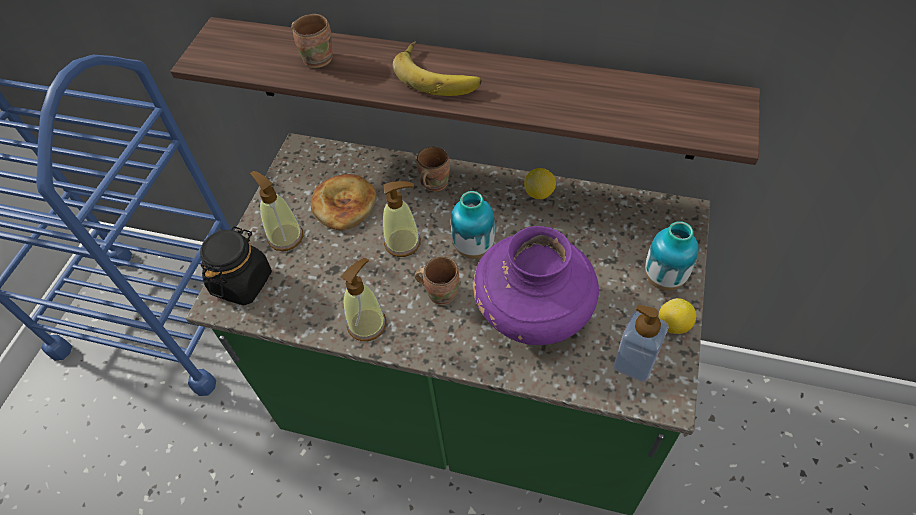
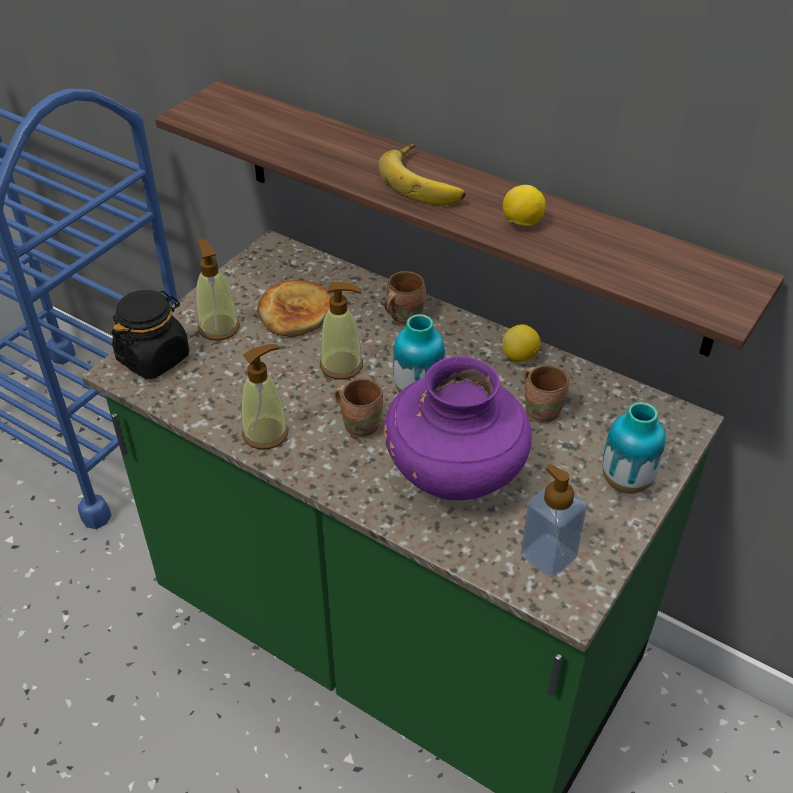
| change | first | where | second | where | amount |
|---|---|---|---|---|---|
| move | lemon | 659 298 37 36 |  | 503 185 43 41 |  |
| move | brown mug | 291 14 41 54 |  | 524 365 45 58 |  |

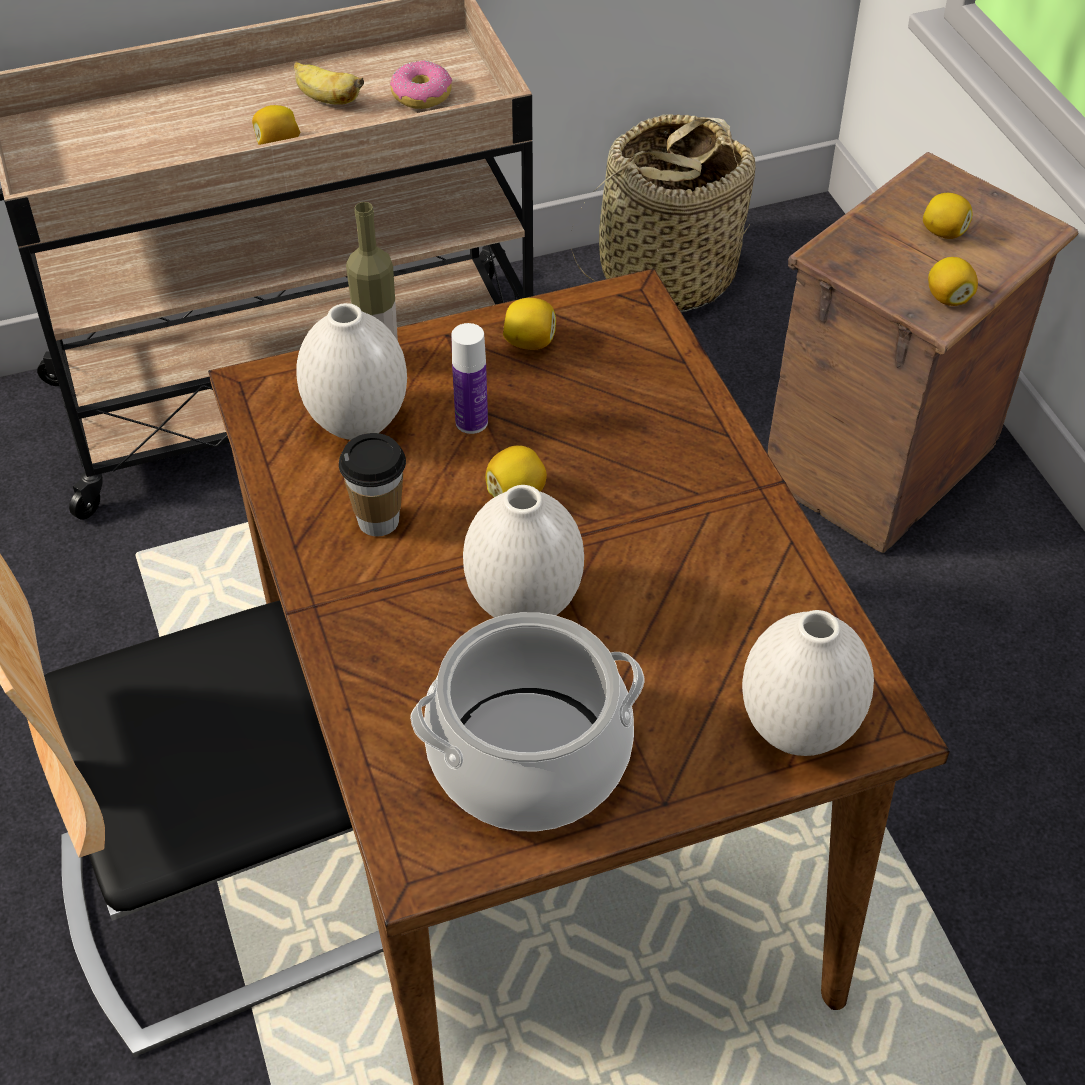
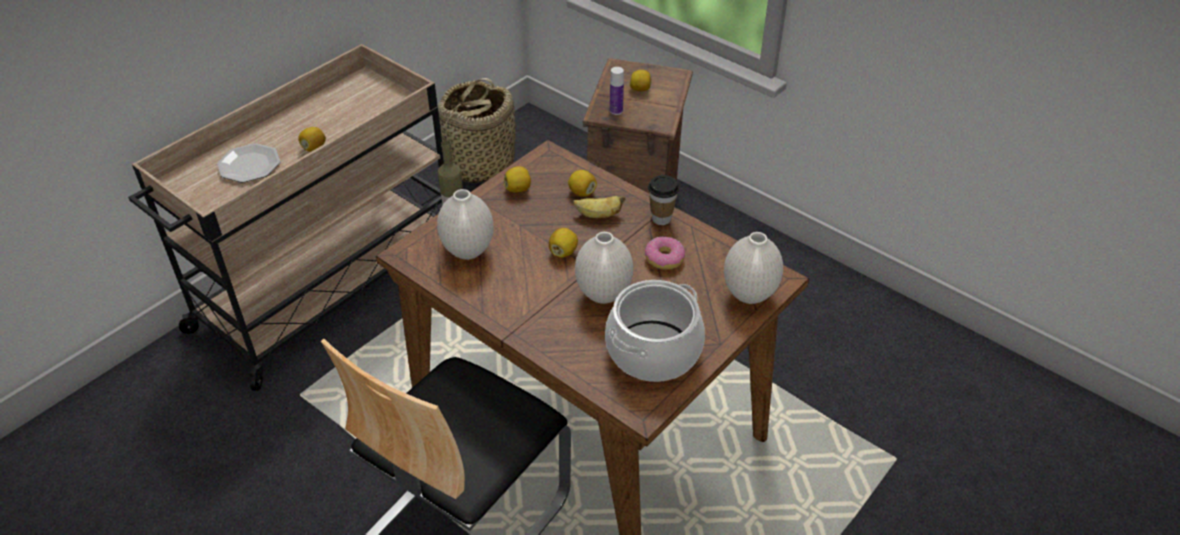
| change | first | where | second | where | amount |
|---|---|---|---|---|---|
| insert |  |  | plate | 217 143 64 40 |  |
| move | lemon | 928 257 50 49 |  | 568 170 29 27 |  |
| move | banana | 294 62 70 43 |  | 573 196 52 22 |  |
| move | bottle | 451 323 37 111 |  | 610 67 14 48 |  |
| move | donut | 390 60 62 49 |  | 645 237 41 33 |  |
| move | cup | 339 433 67 103 |  | 648 175 31 50 |  |

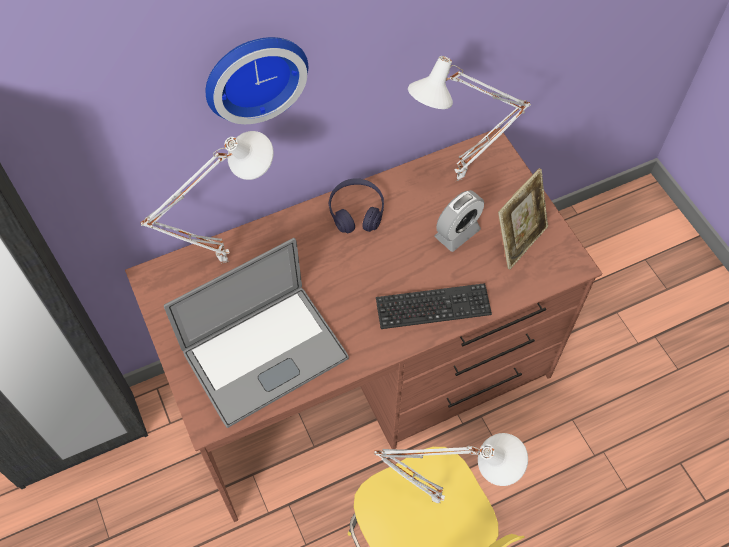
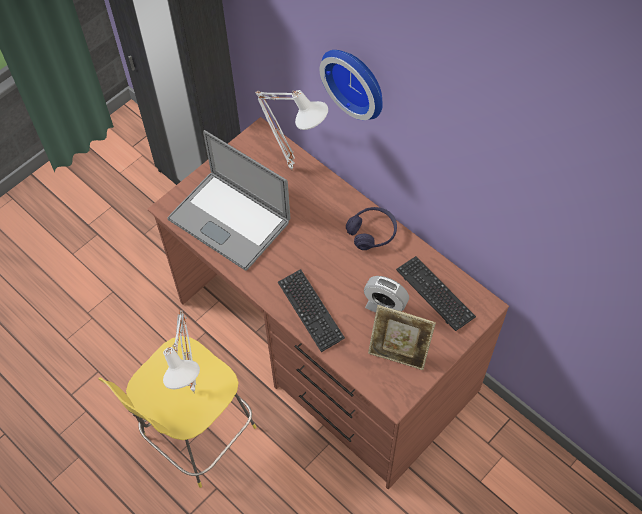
| change | first | where | second | where | amount |
|---|---|---|---|---|---|
| replace | white table lamp | 408 56 123 125 | keyboard | 396 256 80 75 |  |

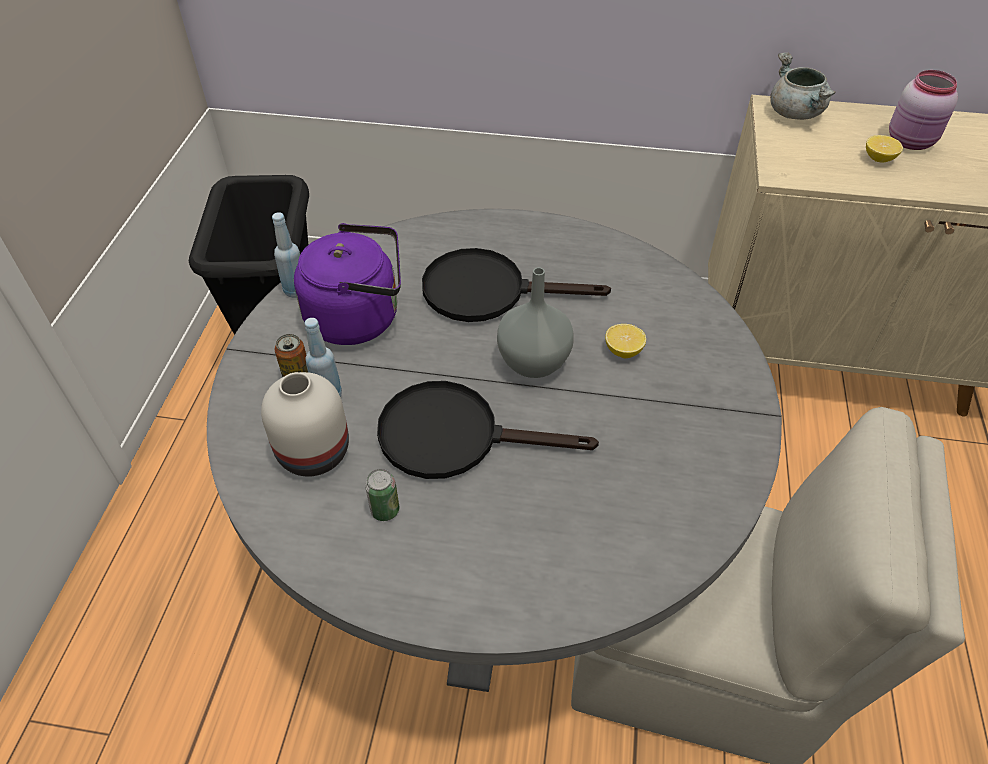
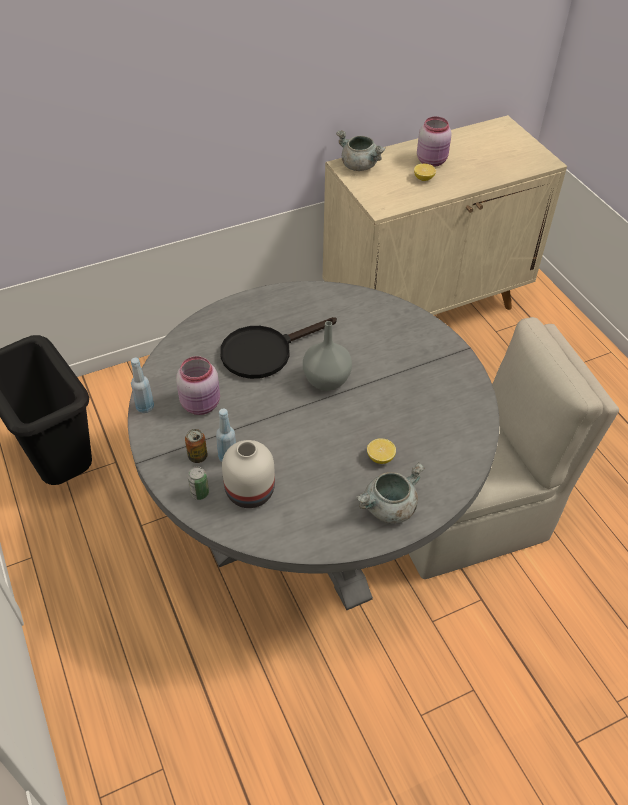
| change | first | where | second | where | amount |
|---|---|---|---|---|---|
| replace | purple kettle | 294 223 107 122 | pink jar | 176 356 44 59 |  |
| move | can | 365 469 34 52 |  | 188 467 21 33 |  |
| insert |  |  | grey cooking pot | 356 462 69 62 |  |
| move | lemon | 605 324 41 34 |  | 367 438 29 26 |  |
| delete | black frying pan | 377 381 222 98 |  |  |  |

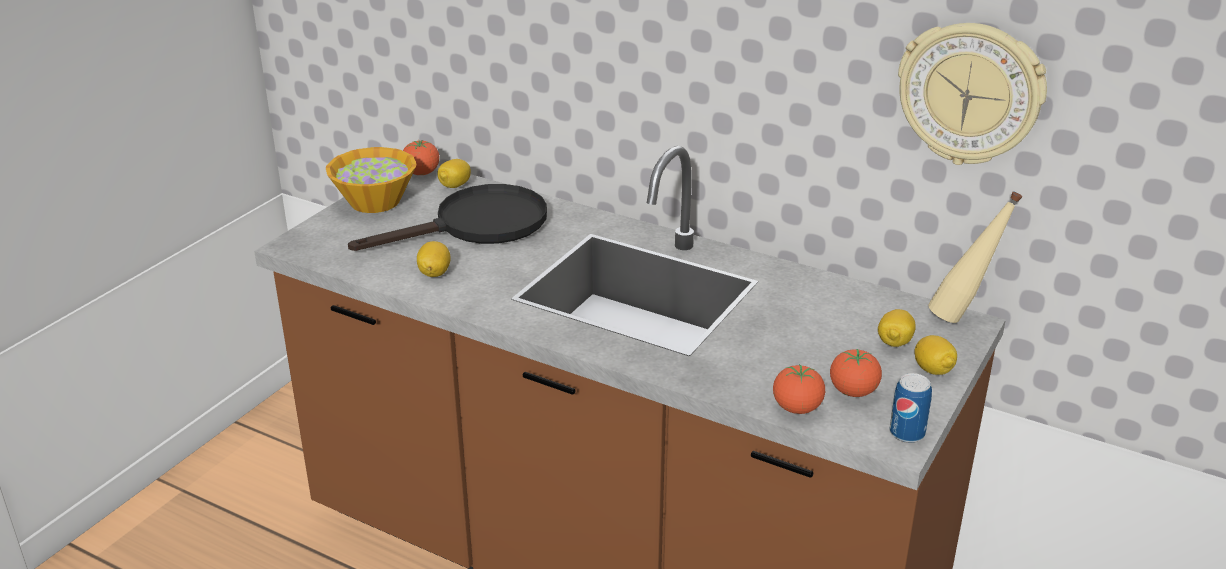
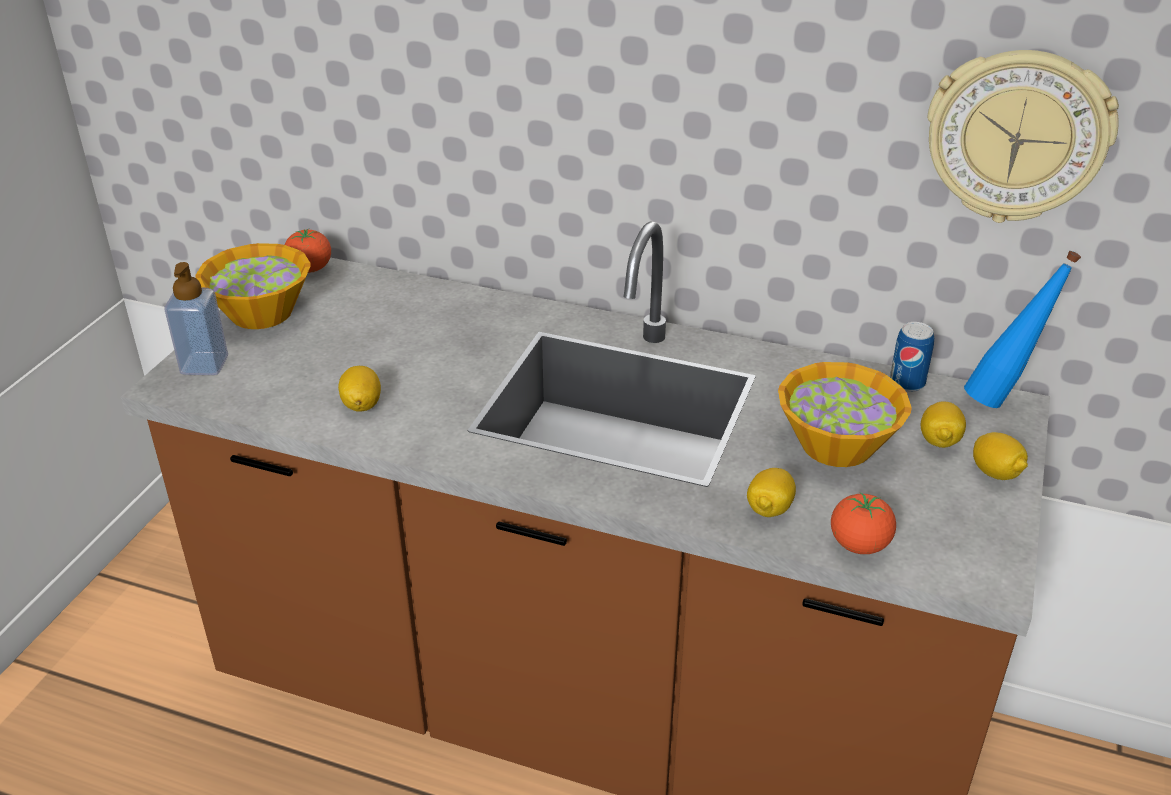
| change | first | where | second | where | amount |
|---|---|---|---|---|---|
| insert |  |  | soap dispenser | 164 262 64 113 |  |
| move | lemon | 437 159 34 29 |  | 747 468 49 49 |  |
| insert |  |  | bowl | 778 362 134 105 |  |
| move | can | 890 373 42 70 |  | 890 322 44 70 |  |
| recolor | beige bottle | 928 192 94 131 | blue bottle | 964 251 117 157 |  |
| delete | black frying pan | 348 184 199 67 |  |  |  |
| delete | tomato | 830 349 52 48 |  |  |  |

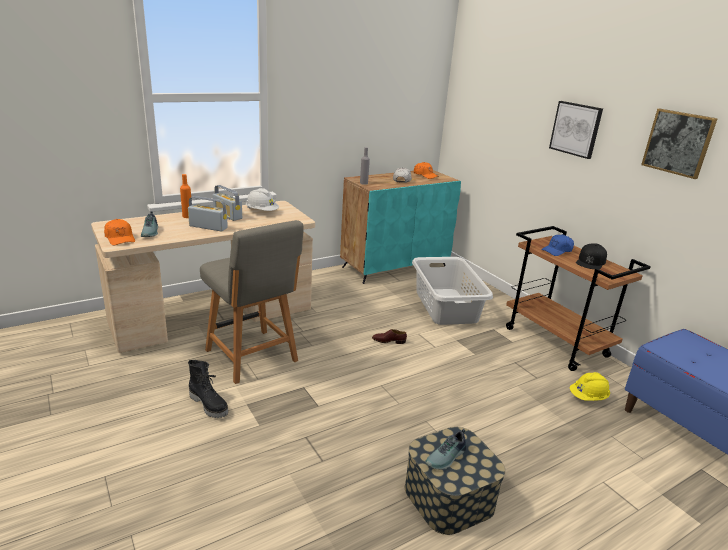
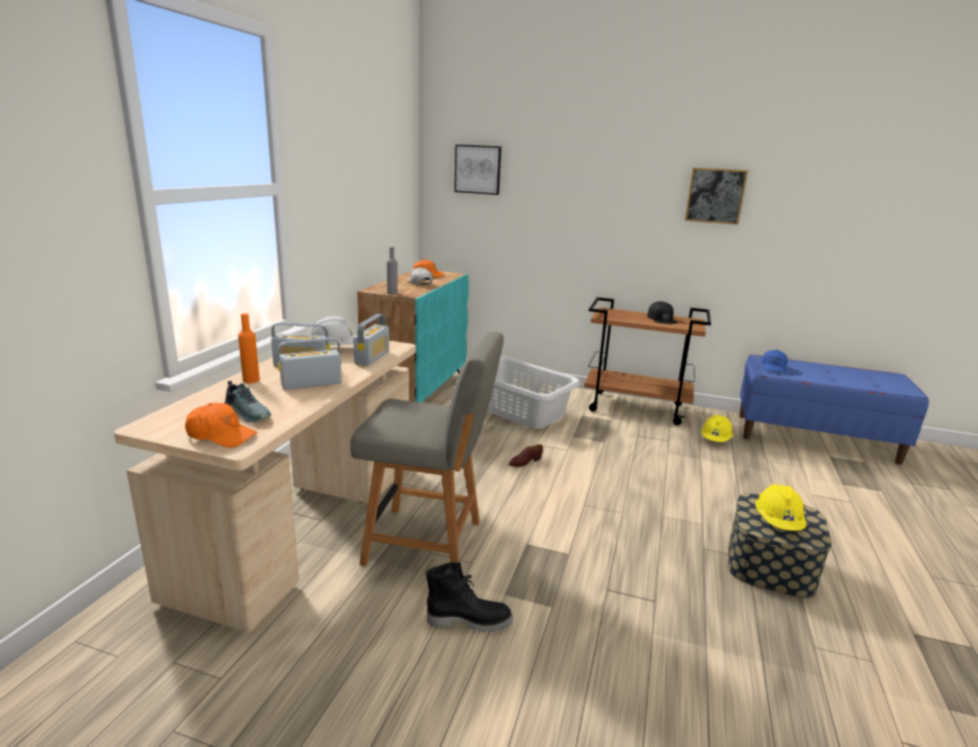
| change | first | where | second | where | amount |
|---|---|---|---|---|---|
| insert |  |  | radio | 353 314 36 52 |  |
| move | picture | 549 101 54 58 |  | 454 145 47 50 |  |
| replace | shoe | 425 429 41 41 | yellow hard hat | 755 484 51 47 |  |
| move | blue cap | 541 235 33 21 |  | 761 350 27 24 |  |

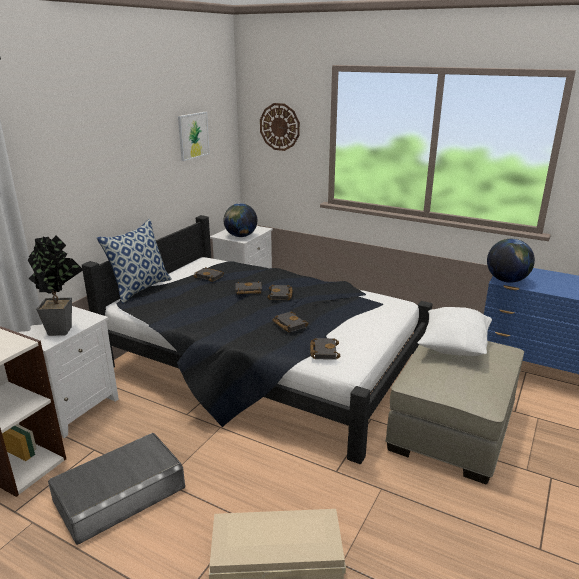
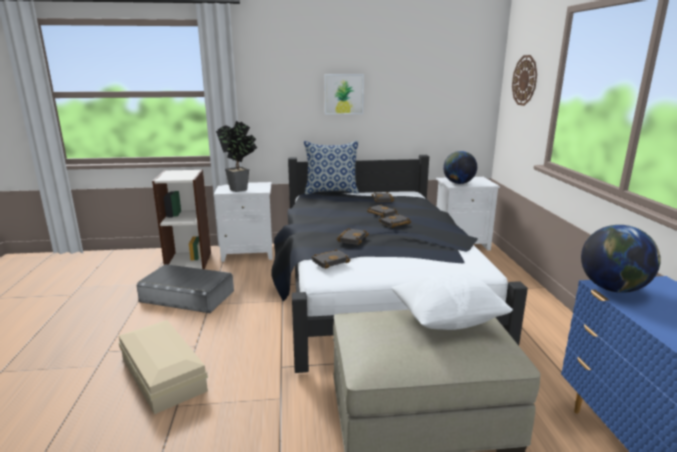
| change | first | where | second | where | amount |
|---|---|---|---|---|---|
| move | picture | 178 112 32 49 |  | 325 74 39 41 |  |

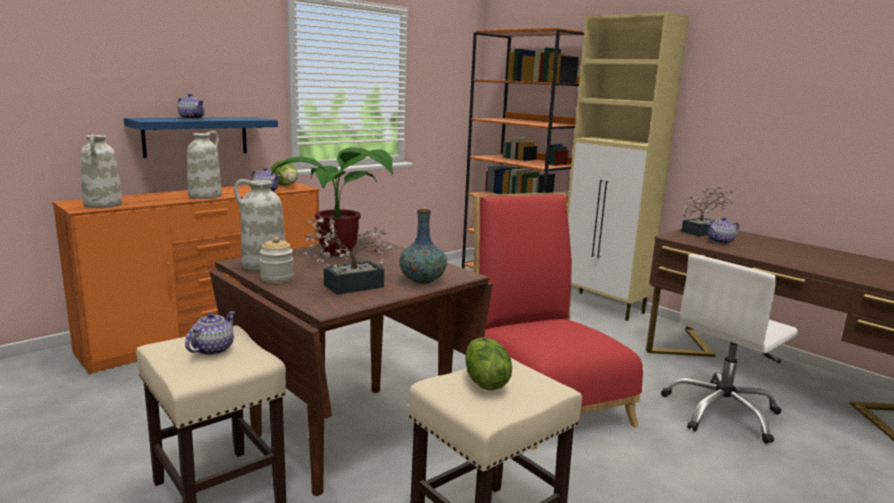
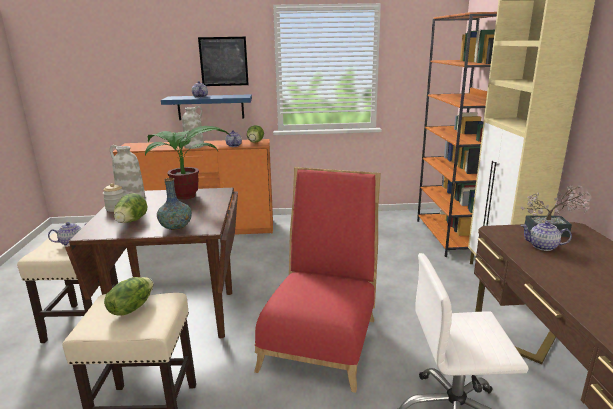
| change | first | where | second | where | amount |
|---|---|---|---|---|---|
| replace | potted plant | 304 216 88 79 | lettuce | 114 193 34 30 |  |
| insert |  |  | picture | 198 37 51 49 |  |
| delete | white vase | 80 134 43 74 |  |  |  |

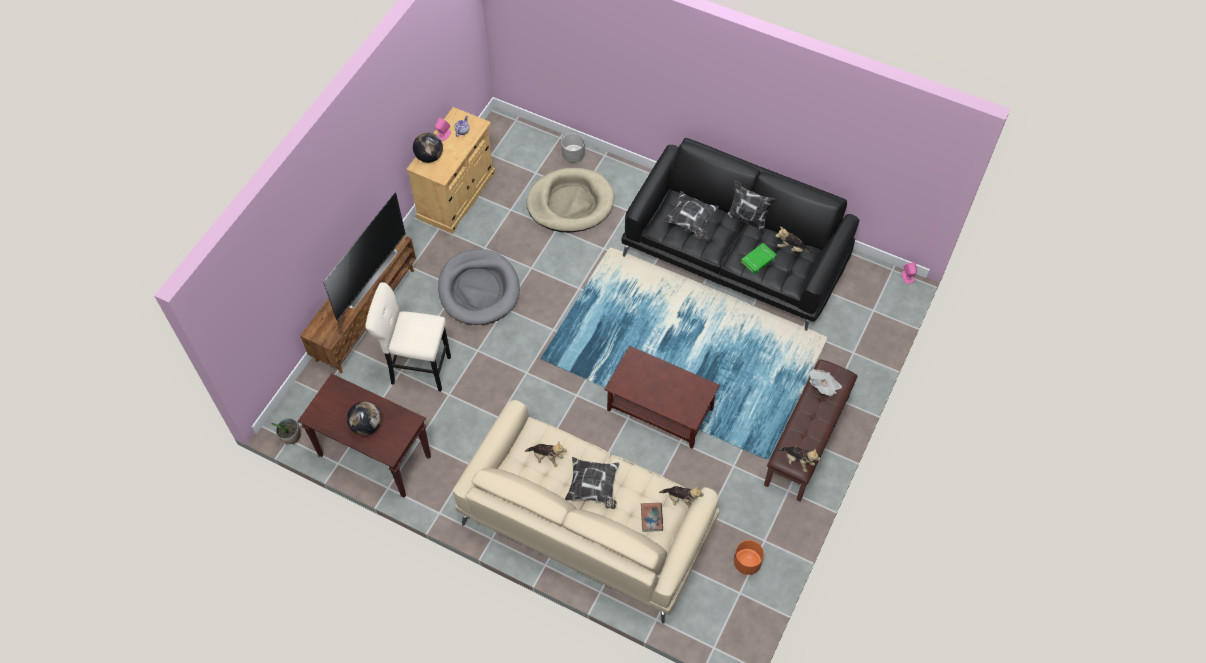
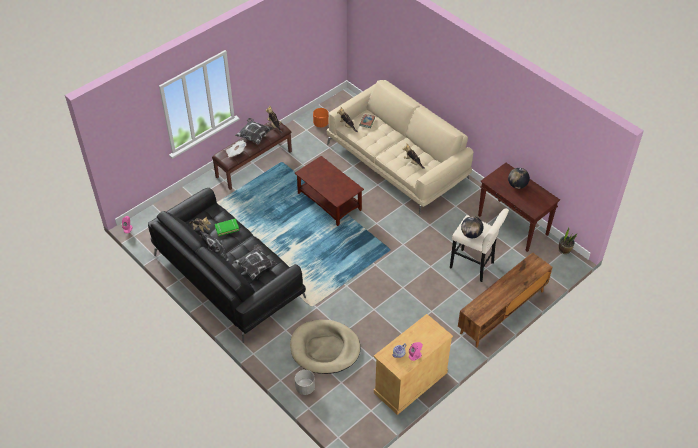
| change | first | where | second | where | amount |
|---|---|---|---|---|---|
| move | pillow | 565 457 54 52 |  | 235 118 38 27 |  |
| move | globe | 413 132 30 31 |  | 461 216 22 22 |  |
| delete | television | 323 192 83 129 |  |  |  |
| delete | grey dog bed | 438 249 82 76 |  |  |  |

